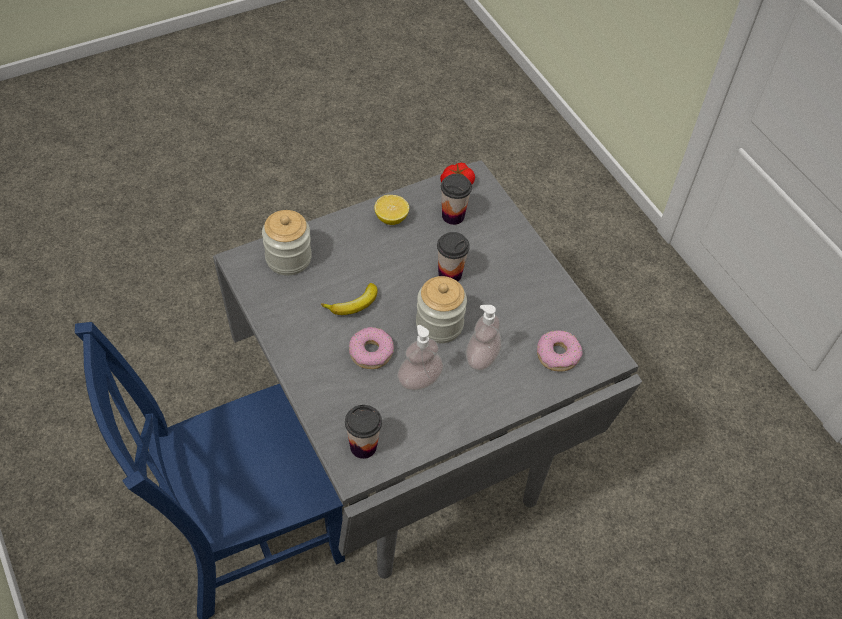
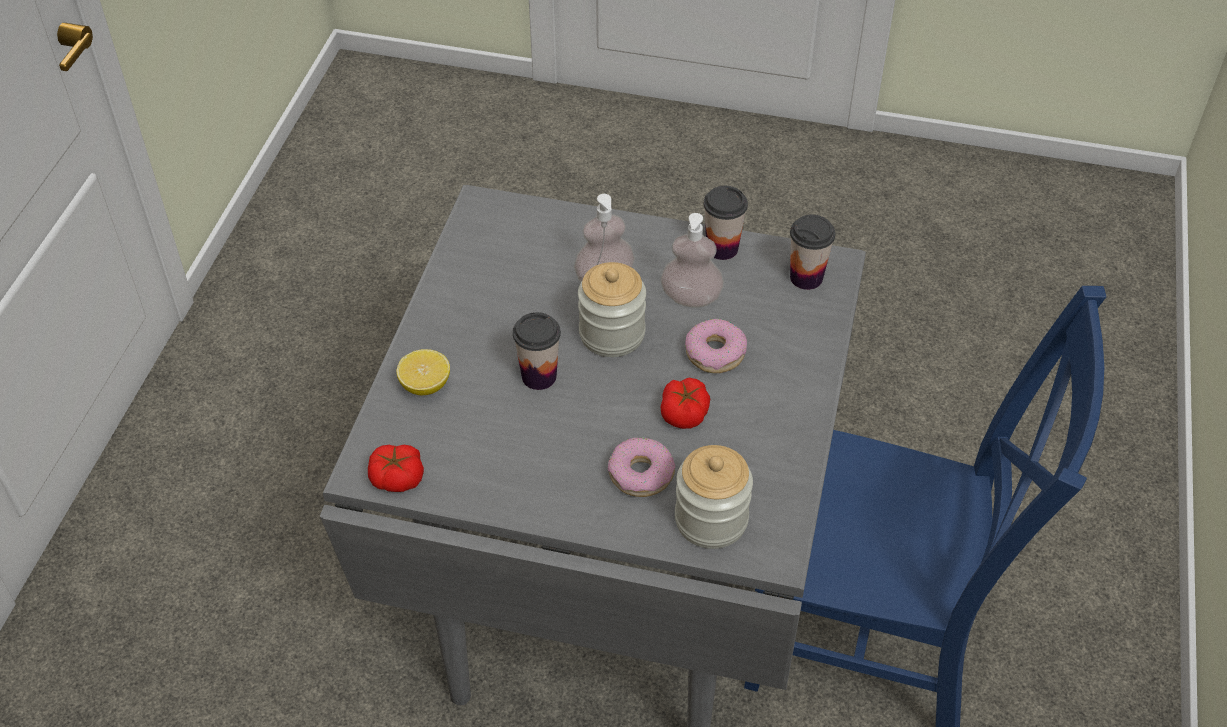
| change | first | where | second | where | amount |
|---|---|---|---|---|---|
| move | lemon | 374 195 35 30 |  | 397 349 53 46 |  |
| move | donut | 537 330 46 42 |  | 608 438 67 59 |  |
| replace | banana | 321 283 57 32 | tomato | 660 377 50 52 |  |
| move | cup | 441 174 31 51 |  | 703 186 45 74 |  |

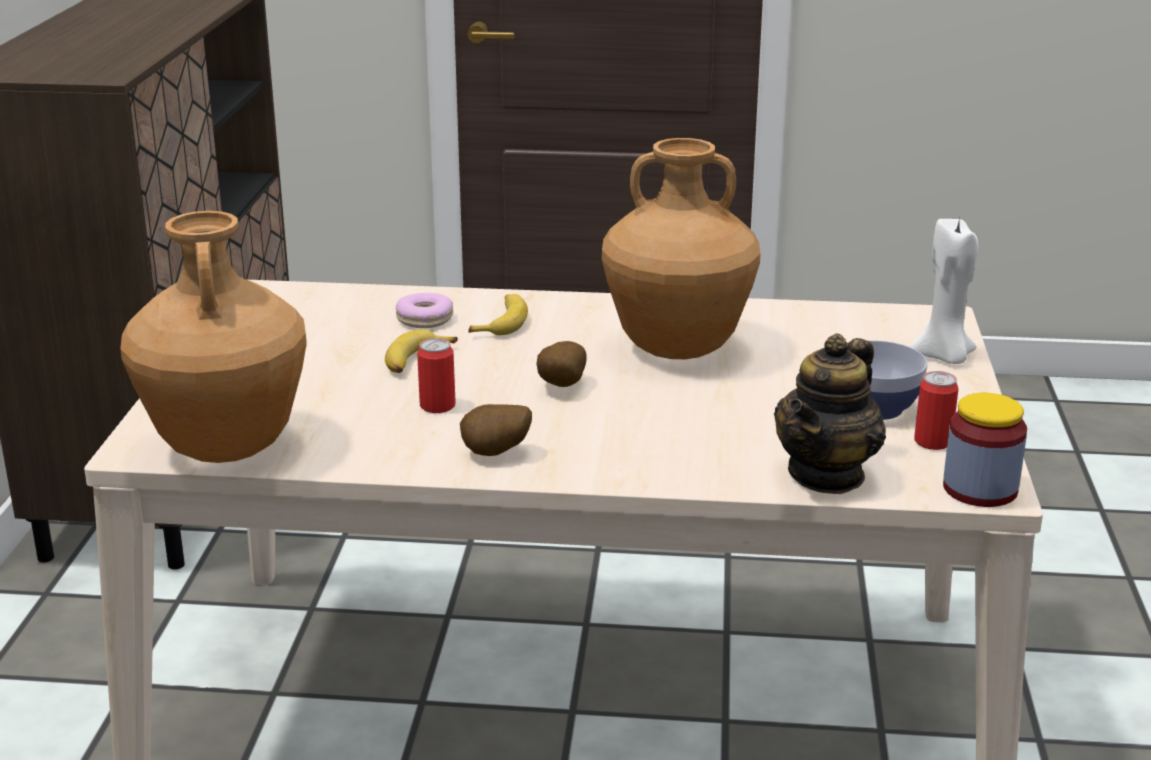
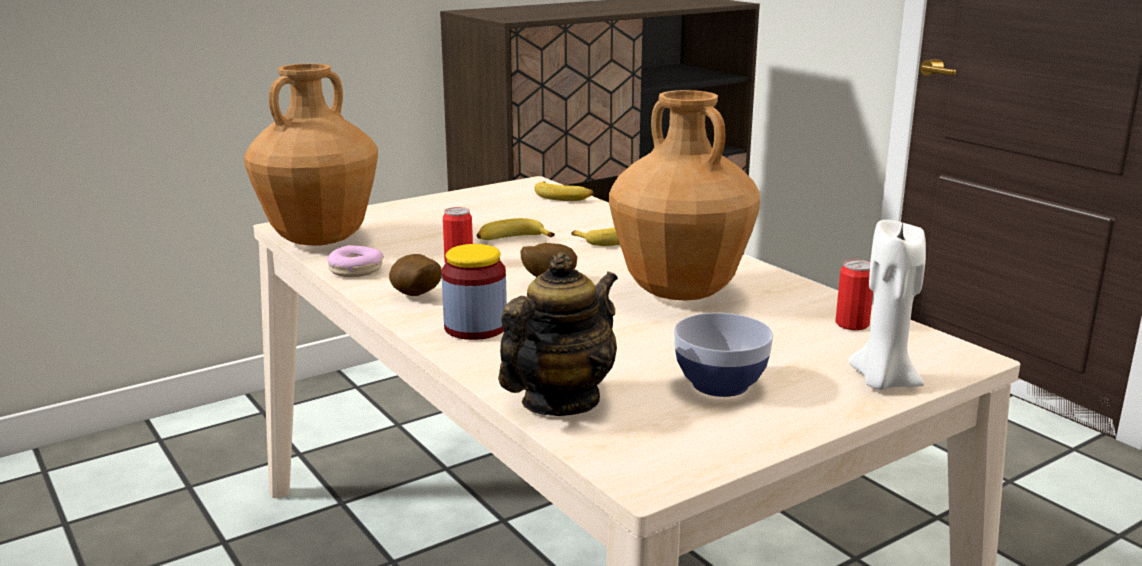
| change | first | where | second | where | amount |
|---|---|---|---|---|---|
| move | donut | 396 293 57 35 |  | 327 245 57 32 |  |
| move | jar | 943 393 84 114 |  | 442 244 65 96 |  |
| rotate | teapot | 774 333 112 161 |  | 498 252 120 164 | 135 degrees clockwise |
| insert |  |  | banana | 534 181 59 20 |  |
| move | can | 914 371 44 79 |  | 835 259 38 71 |  |

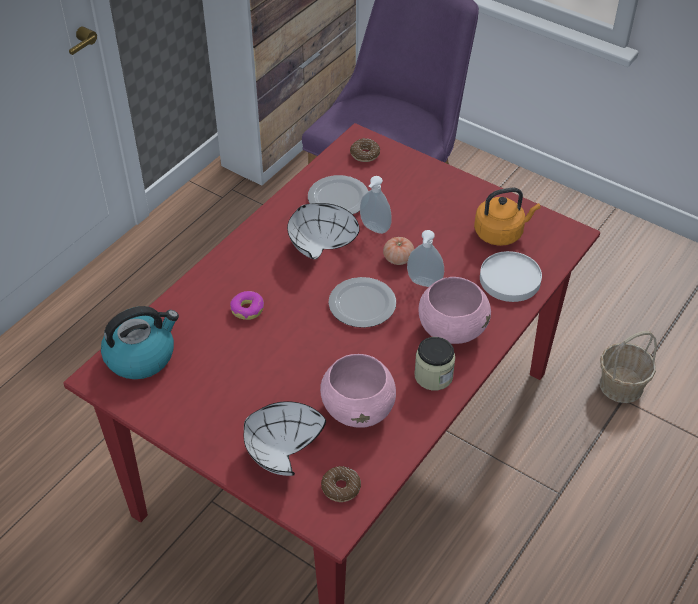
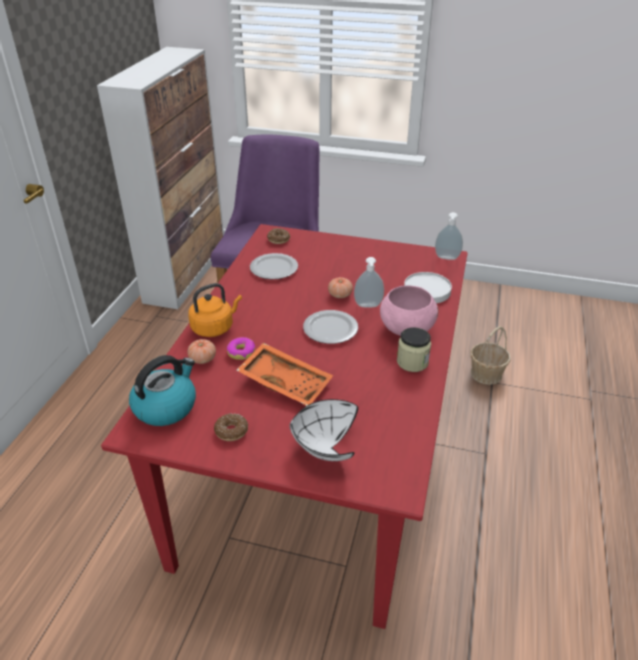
| change | first | where | second | where | amount |
|---|---|---|---|---|---|
| insert |  |  | tomato | 187 339 29 25 |  |
| move | orange kettle | 474 188 67 58 |  | 188 283 54 54 |  |
| move | donut | 321 466 40 36 |  | 214 413 34 28 |  |
| insert |  |  | orange tray | 236 343 97 63 |  |
| move | soap dispenser | 360 176 32 58 |  | 435 212 28 48 |  |
| delete | white bowl | 287 203 73 57 |  |  |  |
| delete | pink bowl | 320 354 76 74 |  |  |  |

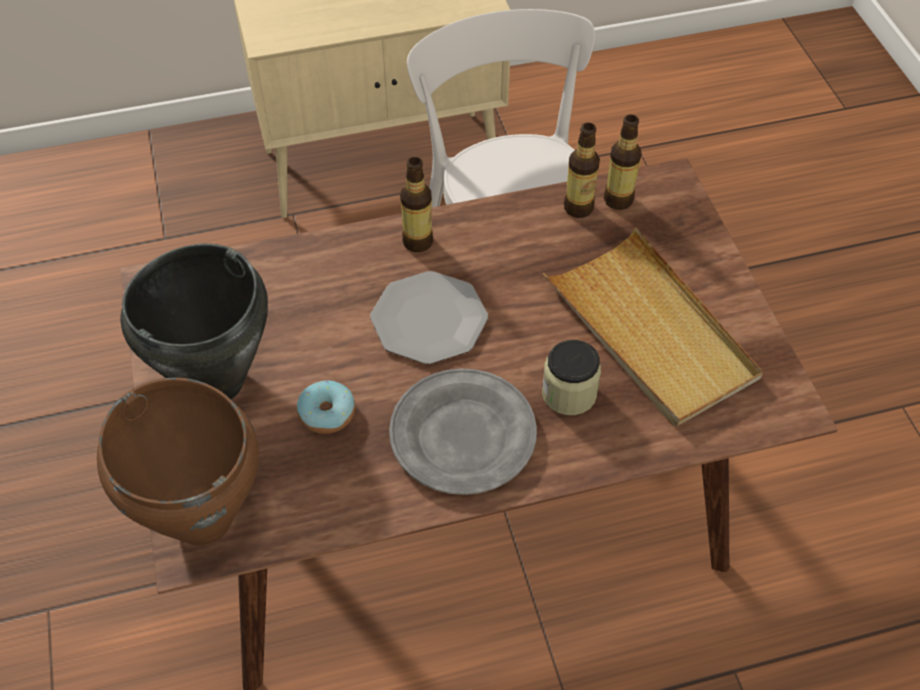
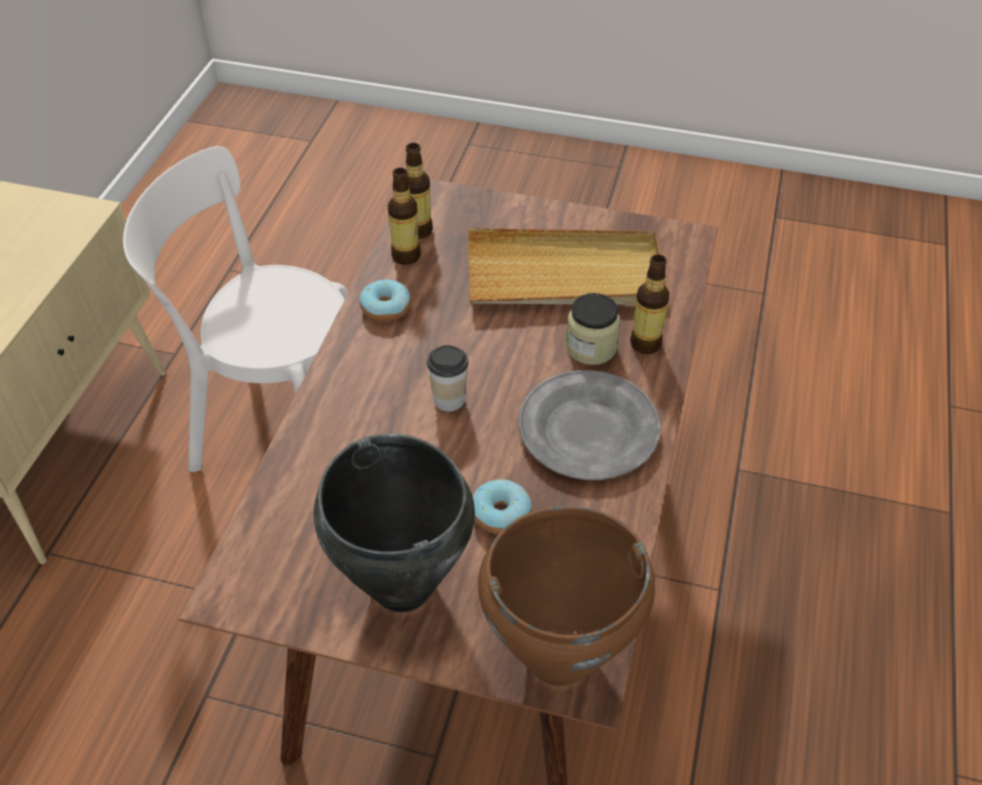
| change | first | where | second | where | amount |
|---|---|---|---|---|---|
| insert |  |  | donut | 360 279 51 43 |  |
| replace | plate | 370 271 118 93 | cup | 427 345 41 66 |  |
| move | bottle | 400 157 33 95 |  | 630 255 39 99 |  |

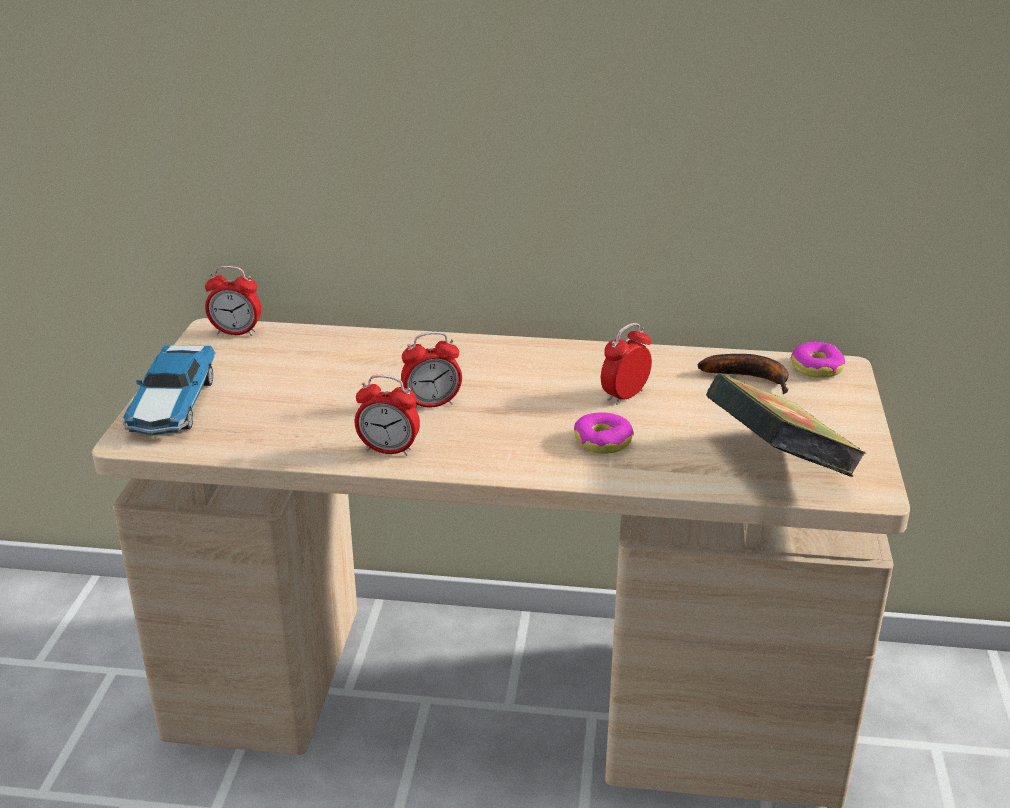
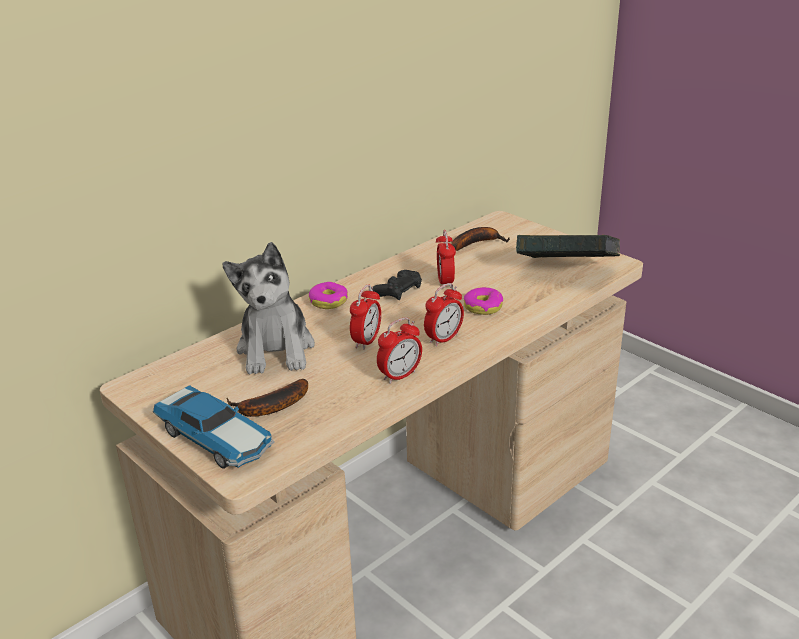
| change | first | where | second | where | amount |
|---|---|---|---|---|---|
| insert |  |  | plush toy | 222 242 93 133 |  |
| insert |  |  | banana | 227 379 81 38 |  |
| move | donut | 790 342 55 36 |  | 309 282 39 27 |  |
| insert |  |  | black game controller | 372 270 50 30 |  |
| move | alarm clock | 205 266 56 70 |  | 424 283 40 64 |  |

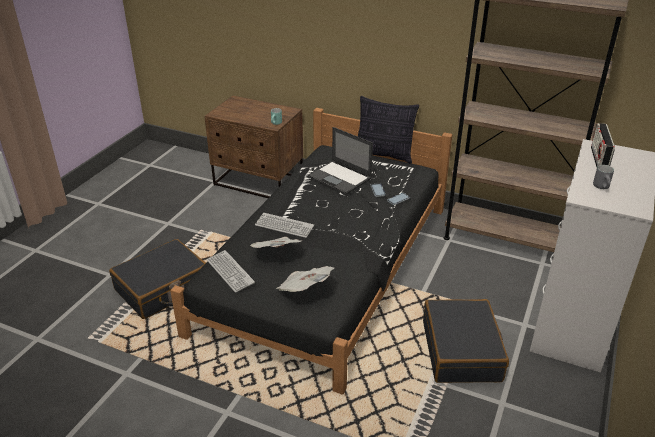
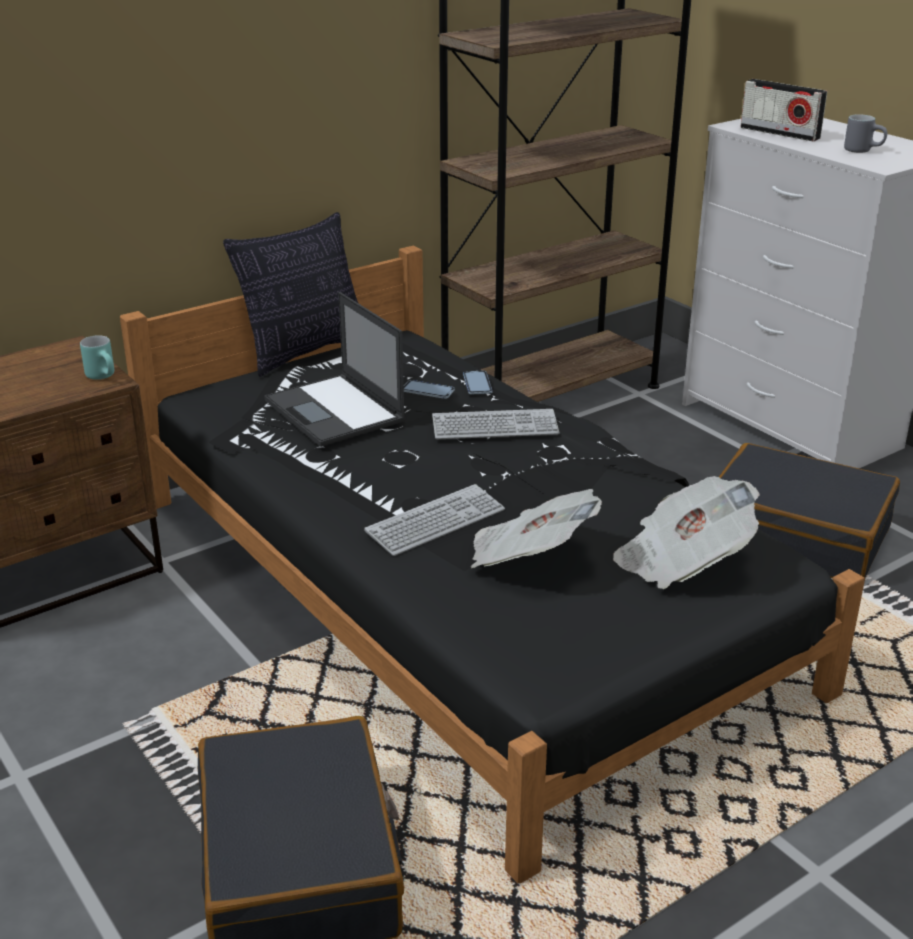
| change | first | where | second | where | amount |
|---|---|---|---|---|---|
| rotate | laptop | 307 127 66 68 |  | 264 292 142 155 | 75 degrees clockwise |
| move | keyboard | 207 250 48 43 |  | 432 409 127 30 |  |

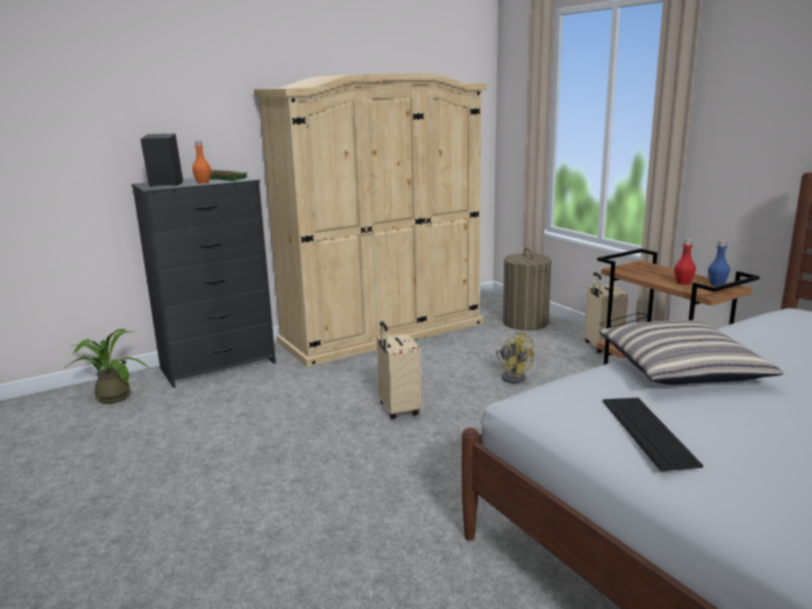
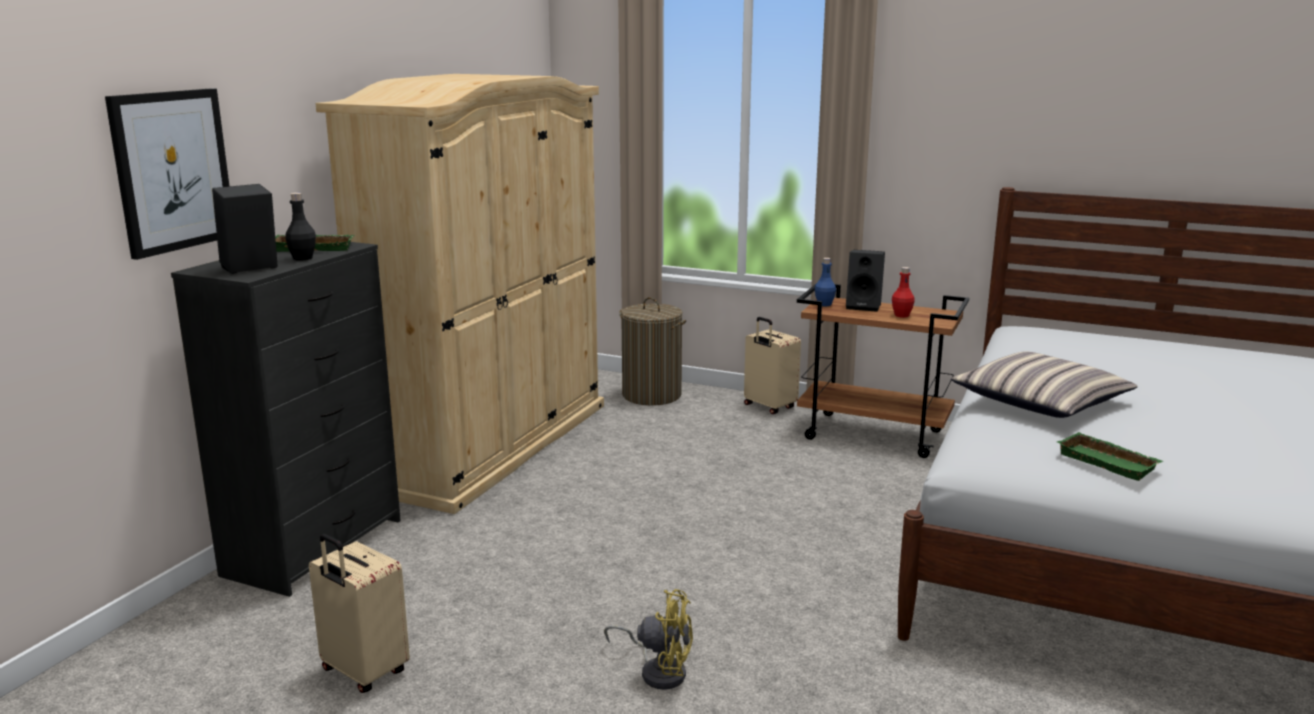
| change | first | where | second | where | amount |
|---|---|---|---|---|---|
| insert |  |  | picture | 105 88 124 172 |  |
| recolor | orange bottle | 192 141 19 43 | black bottle | 285 193 31 67 |  |
| move | beige suitcase | 377 321 44 98 |  | 309 534 101 159 |  |
| move | yellow fan | 496 331 38 53 |  | 604 589 89 101 |  |
| move | blue bottle | 708 240 22 46 |  | 815 258 21 49 |  |
| insert |  |  | black speaker | 846 250 39 62 |  |
| replace | keyboard | 603 398 100 73 | green tray | 1057 432 106 49 |  |
| delete | potted plant | 65 329 85 75 |  |  |  |

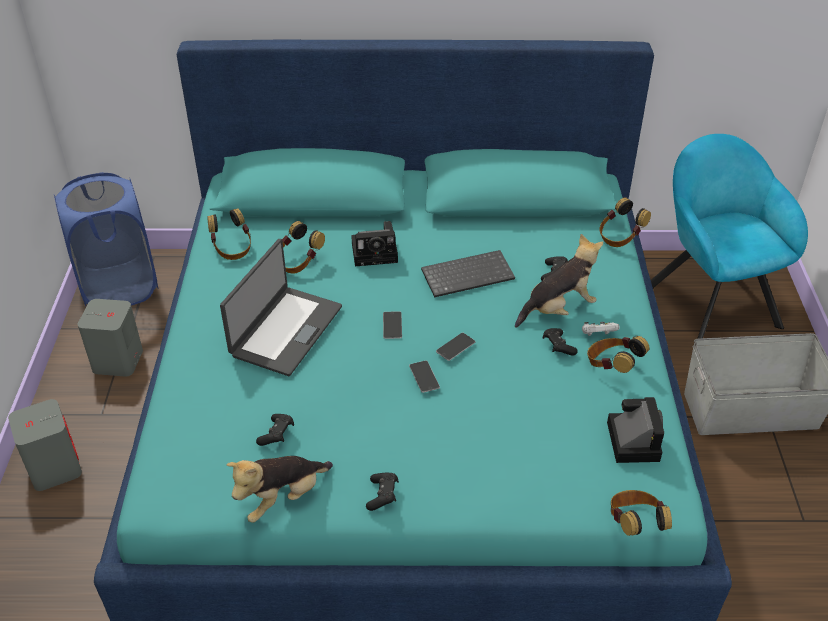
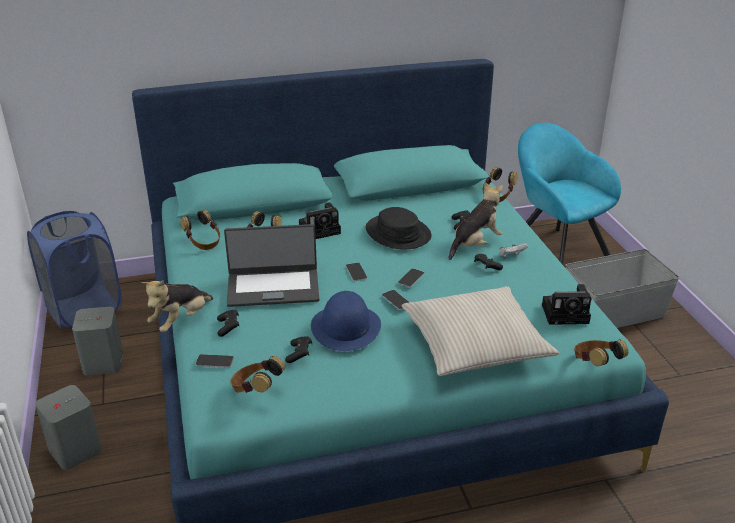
| change | first | where | second | where | amount |
|---|---|---|---|---|---|
| move | plush toy | 227 456 106 67 |  | 141 280 72 53 |  |
| insert |  |  | phone | 195 354 39 14 |  |
| move | black game controller | 366 473 33 38 |  | 217 310 23 27 |  |
| rotate | laptop | 220 239 122 137 |  | 224 224 95 83 | 75 degrees clockwise |
| move | headphones | 587 336 62 37 |  | 230 356 55 37 |  |
| insert |  |  | blue hat | 311 291 70 60 |  |
| replace | keyboard | 421 250 94 48 | black hat | 366 207 66 43 |  |
| insert |  |  | beige pillow | 402 286 158 90 |  |
| rotate | photo camera | 607 397 57 66 |  | 542 284 50 41 | 105 degrees clockwise |

